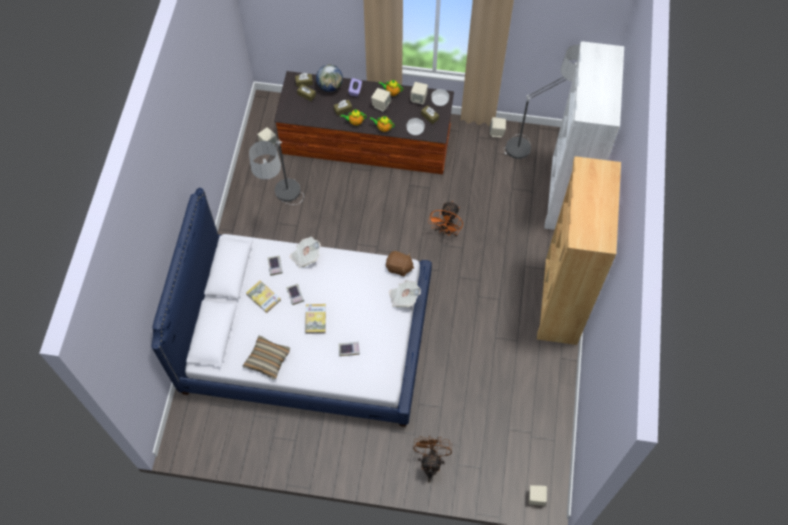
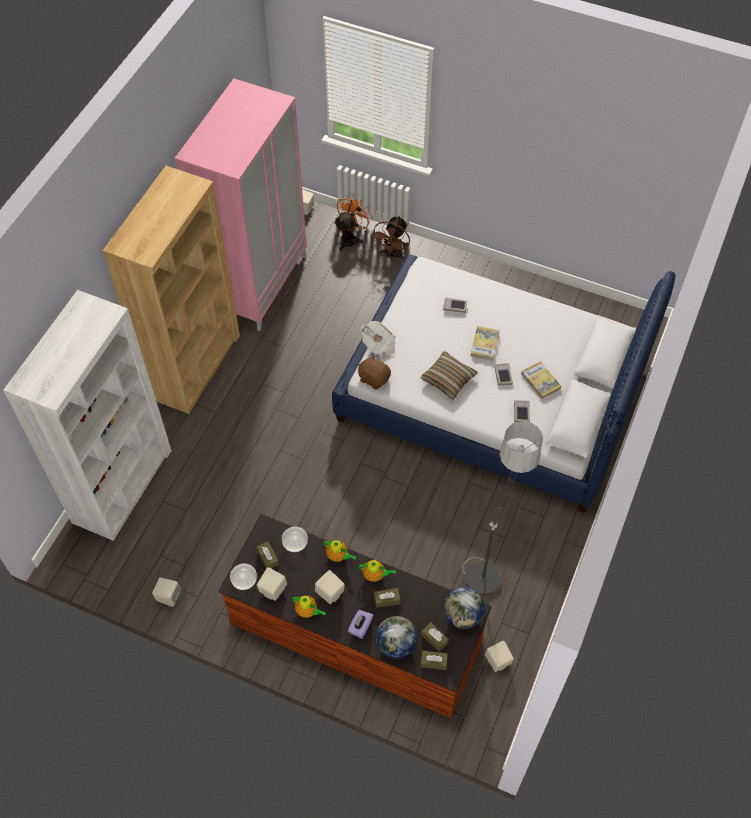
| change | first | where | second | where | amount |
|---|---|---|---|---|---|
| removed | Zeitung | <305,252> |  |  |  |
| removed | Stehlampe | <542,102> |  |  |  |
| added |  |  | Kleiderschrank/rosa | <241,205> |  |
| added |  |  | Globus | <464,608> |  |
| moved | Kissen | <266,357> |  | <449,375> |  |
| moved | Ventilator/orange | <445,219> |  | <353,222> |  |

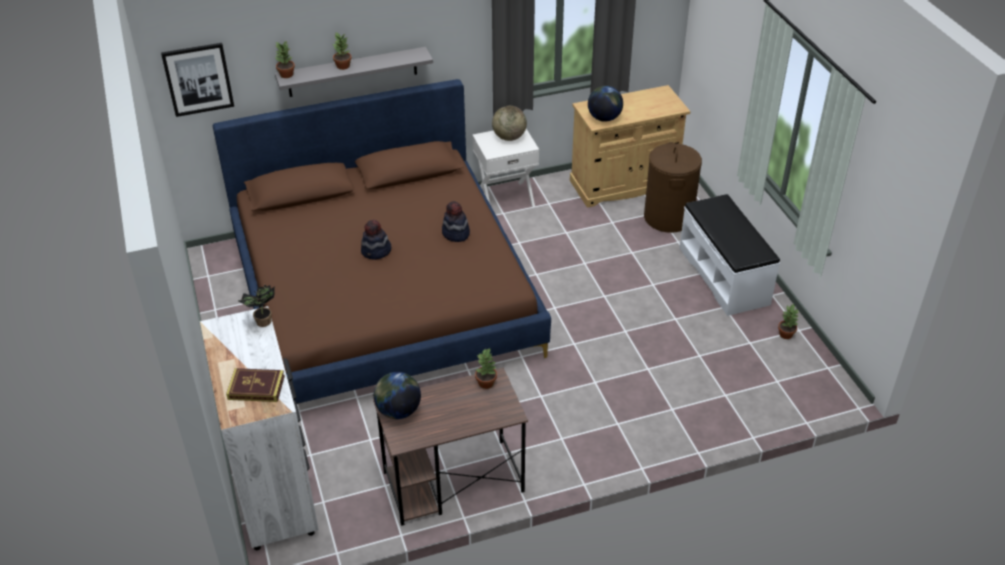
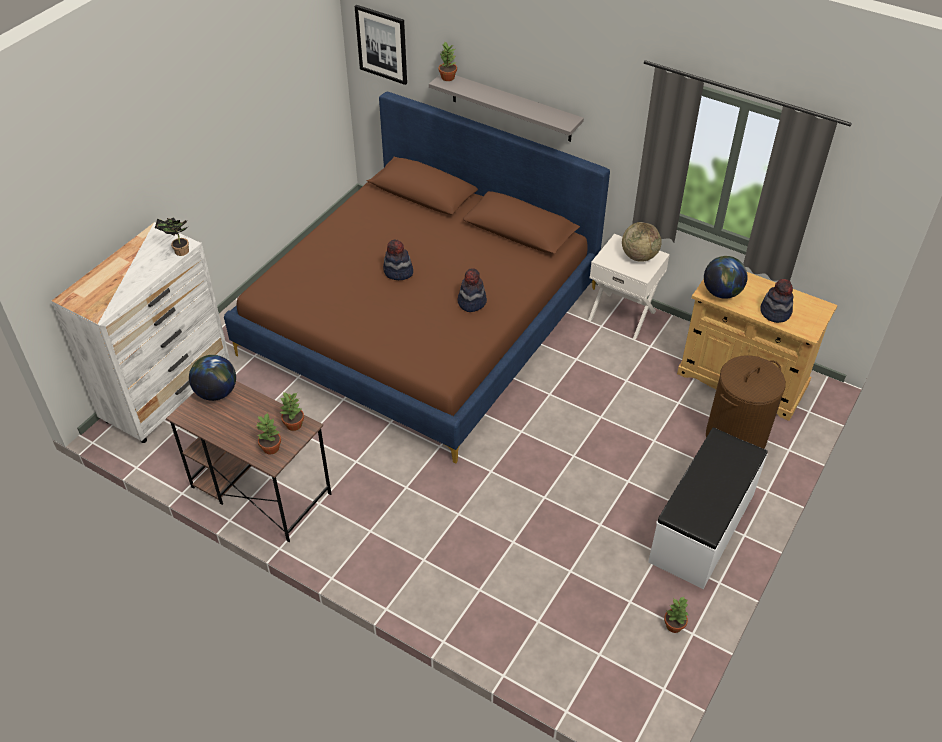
| change | first | where | second | where | amount |
|---|---|---|---|---|---|
| removed | Buch | <255,385> |  |  |  |
| added |  |  | Hut | <776,301> |  |
| moved | Topfpflanze | <342,51> |  | <268,434> |  |

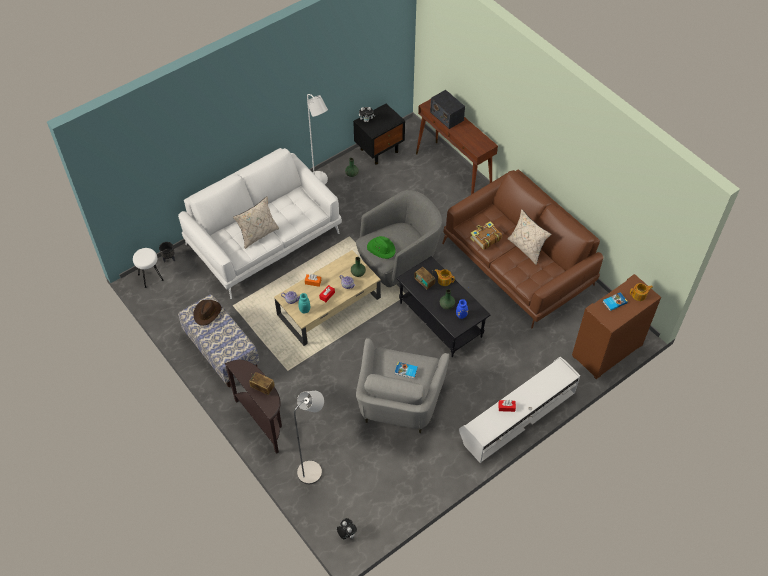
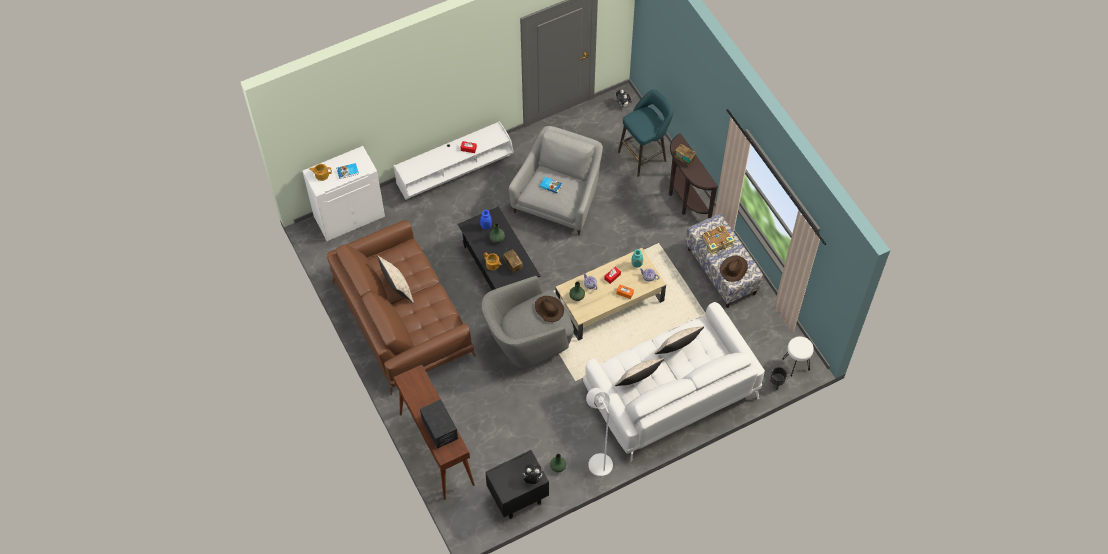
| change | first | where | second | where | amount |
|---|---|---|---|---|---|
| added |  |  | Kissen/beige | <639,372> |  |
| moved | Buch | <486,236> |  | <718,240> |  |
| replaced | Stehlampe/grau | <309,437> | Hocker/türkis | <645,133> |  |
| recoloured | Hut/grün | <381,247> | Hut/braun | <549,309> |  |
| recoloured | Schrank/braun | <616,326> | Schrank/weiß | <344,193> |  |

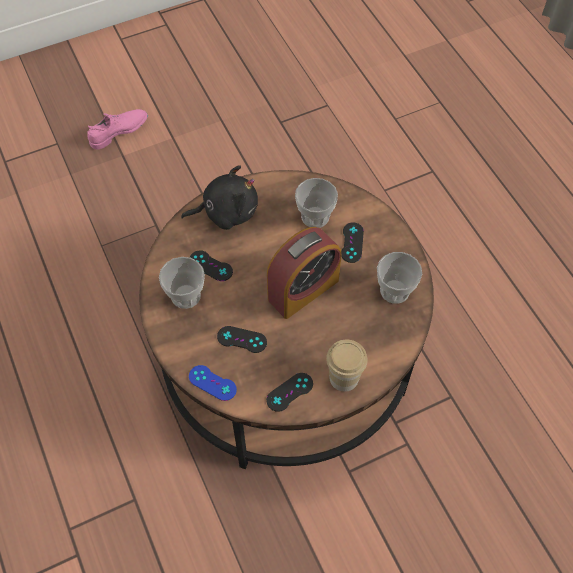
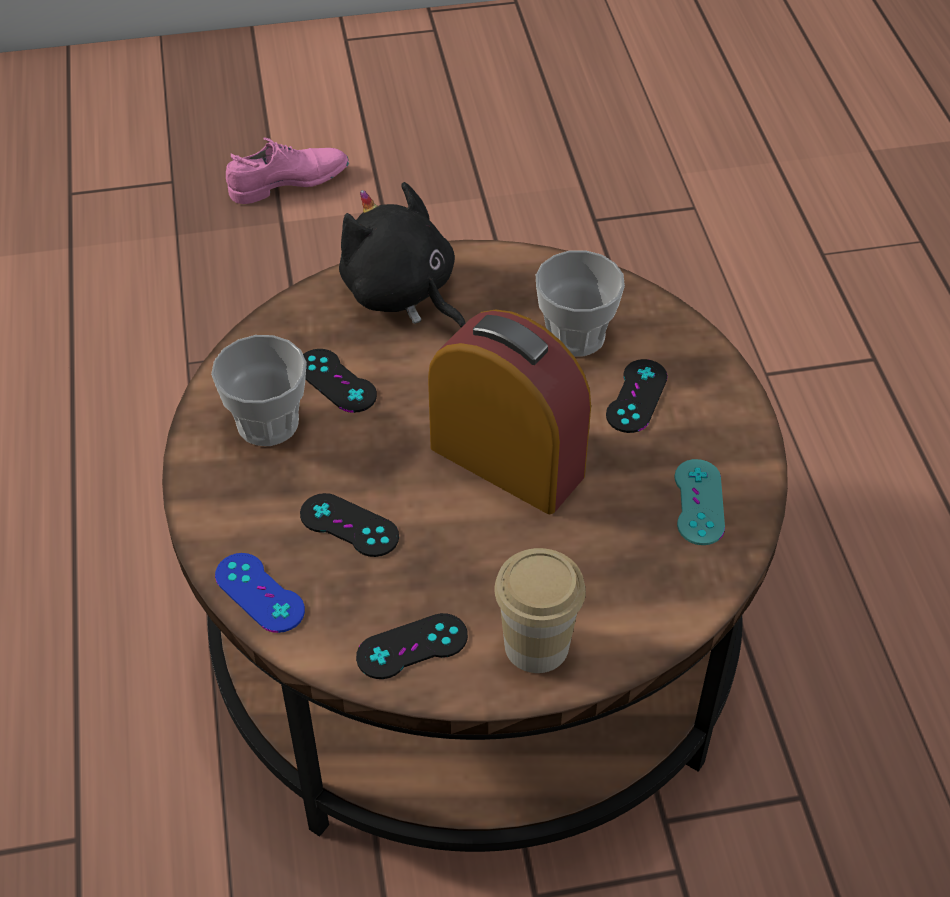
| change | first | where | second | where | amount |
|---|---|---|---|---|---|
| replaced | Tasse | <399,278> | Gamepad/türkis | <699,502> |  |
| turned | Plüschtier/schwarz | <219,197> |  | <402,254> | 135 degrees counterclockwise |
| turned | Wecker | <304,273> |  | <509,412> | 120 degrees counterclockwise |

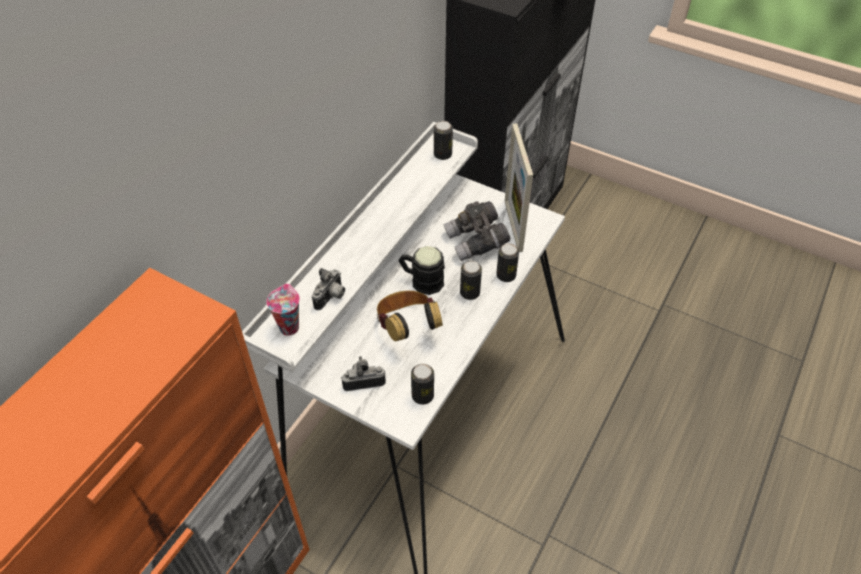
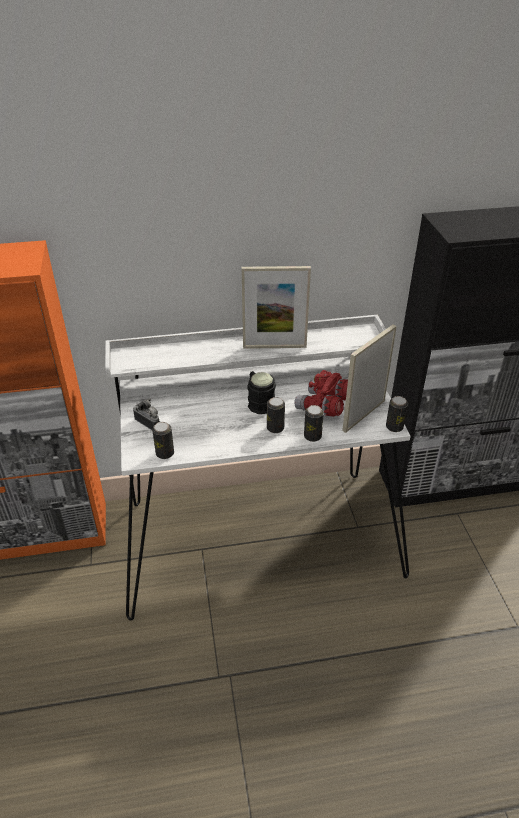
| change | first | where | second | where | amount |
|---|---|---|---|---|---|
| removed | Tasse | <283,310> |  |  |  |
| removed | Kamera | <328,289> |  |  |  |
| removed | Kopfhörer | <410,316> |  |  |  |
| added |  |  | Bilderrahmen | <276,307> |  |
| moved | Dose | <443,140> |  | <397,414> |  |
| recoloured | Fernglas/grau | <477,231> | Fernglas/rot | <321,393> |  |

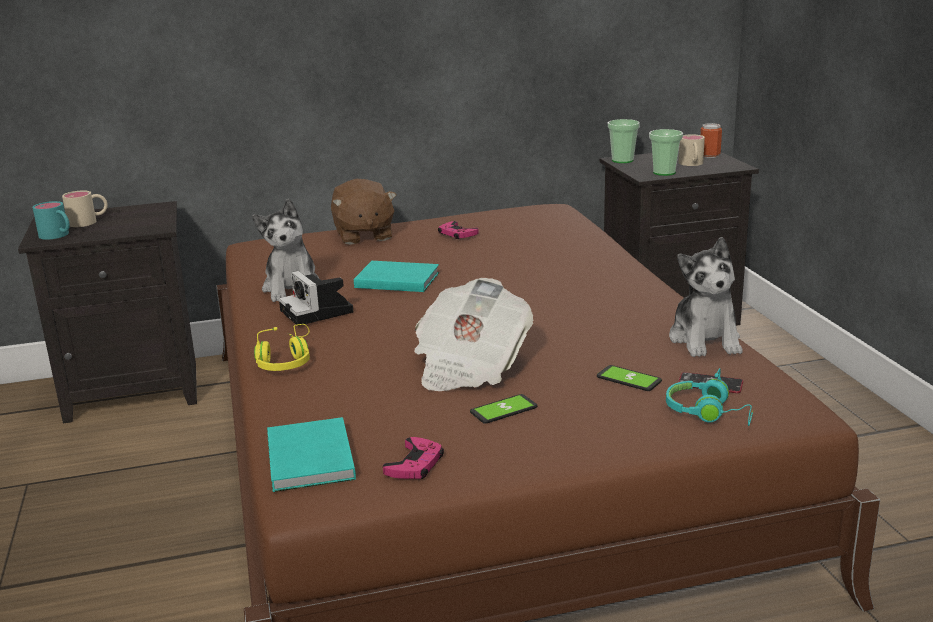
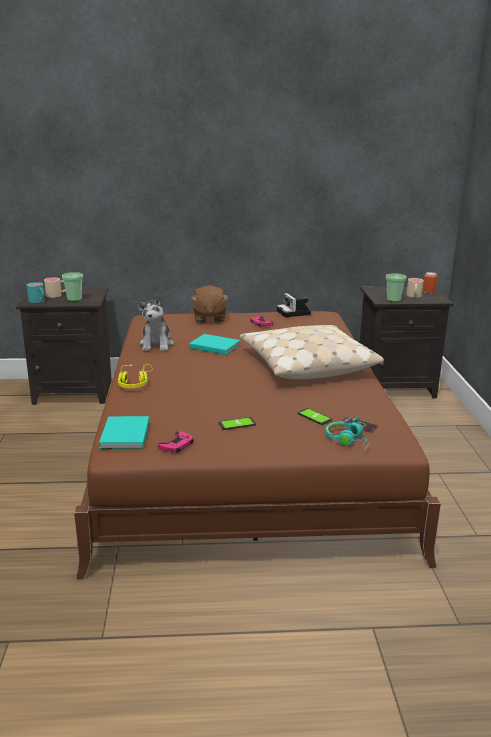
| change | first | where | second | where | amount |
|---|---|---|---|---|---|
| removed | Zeitung | <473,334> |  |  |  |
| removed | Plüschtier | <706,297> |  |  |  |
| added |  |  | Kissen/beige | <312,352> |  |
| moved | Kamera | <316,298> |  | <294,305> |  |
| moved | Tasse | <624,141> |  | <72,286> |  |

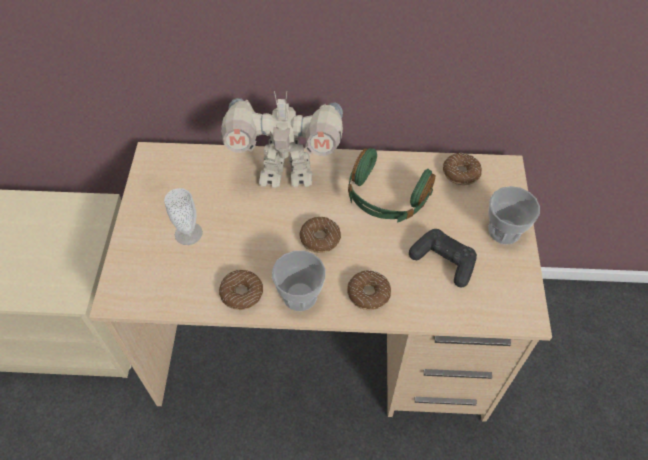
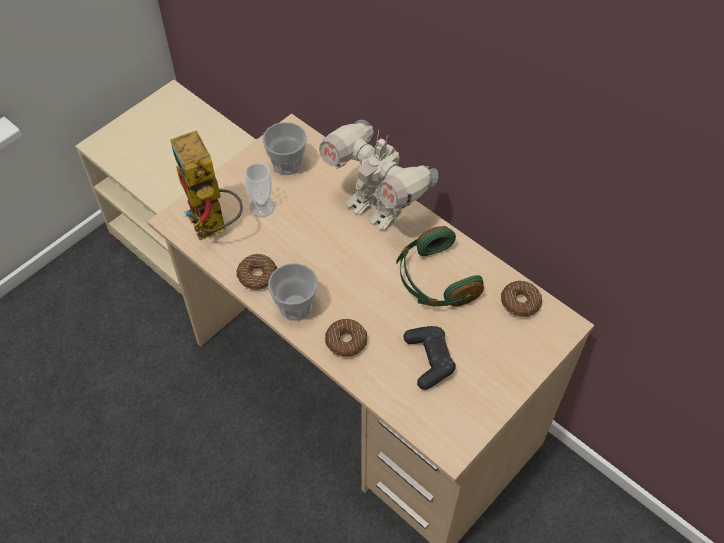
| change | first | where | second | where | amount |
|---|---|---|---|---|---|
| removed | Donut | <320,235> |  |  |  |
| added |  |  | Spielzeugroboter | <206,185> |  |
| moved | Tasse | <514,215> |  | <284,148> |  |

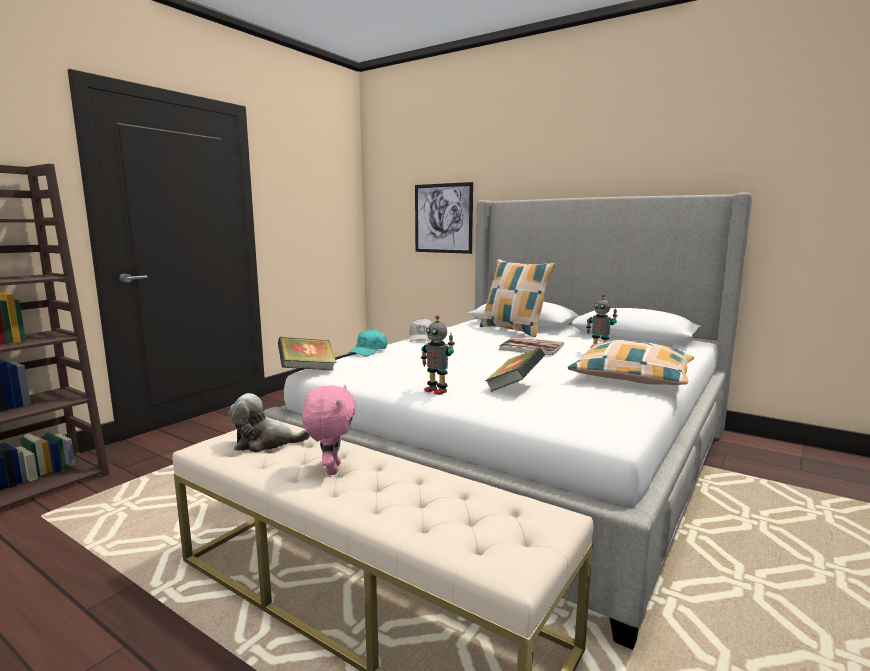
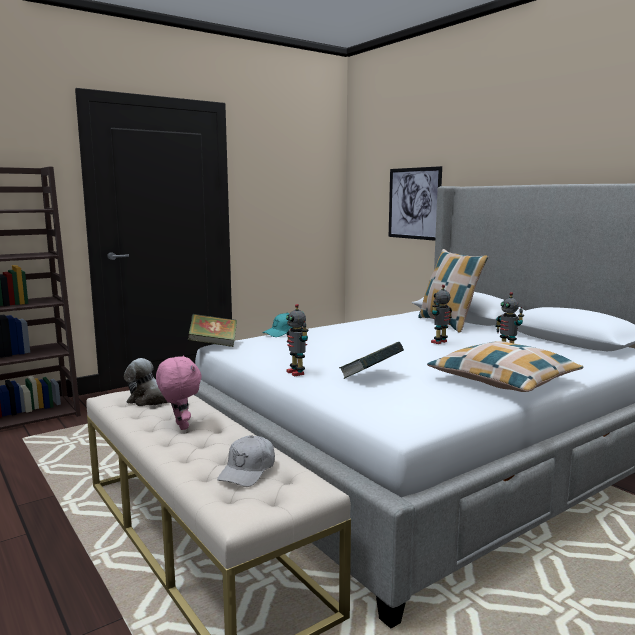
| change | first | where | second | where | amount |
|---|---|---|---|---|---|
| moved | Kappe/weiß | <420,330> |  | <246,461> |  |
| replaced | Buch | <531,346> | Spielzeugroboter | <441,314> |  |
| turned | Plüschtier/rosa | <329,430> |  | <178,392> | 45 degrees counterclockwise |

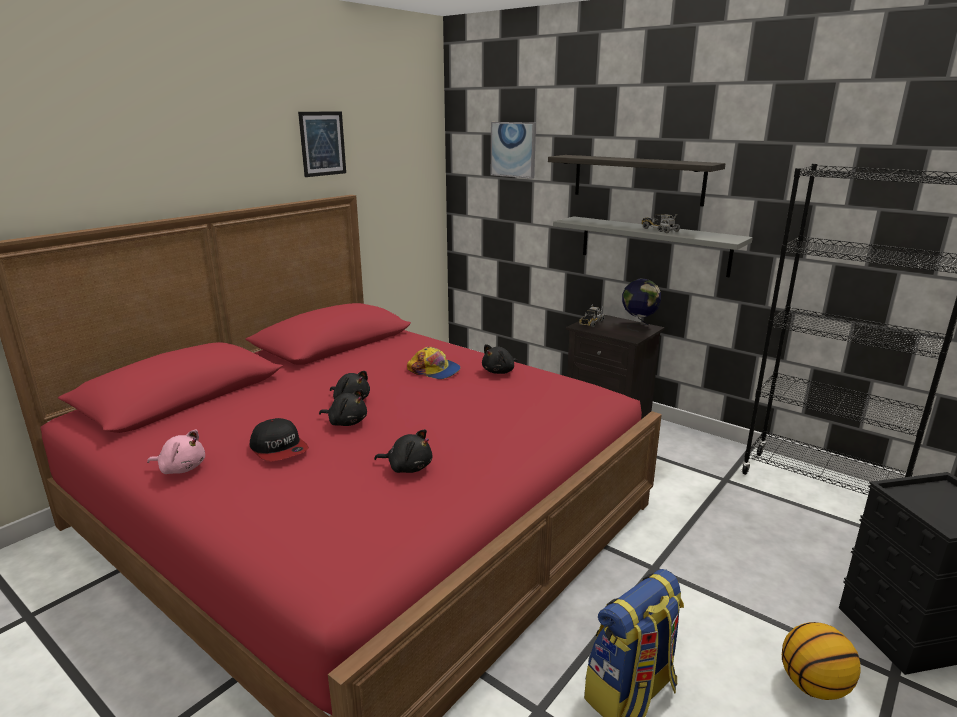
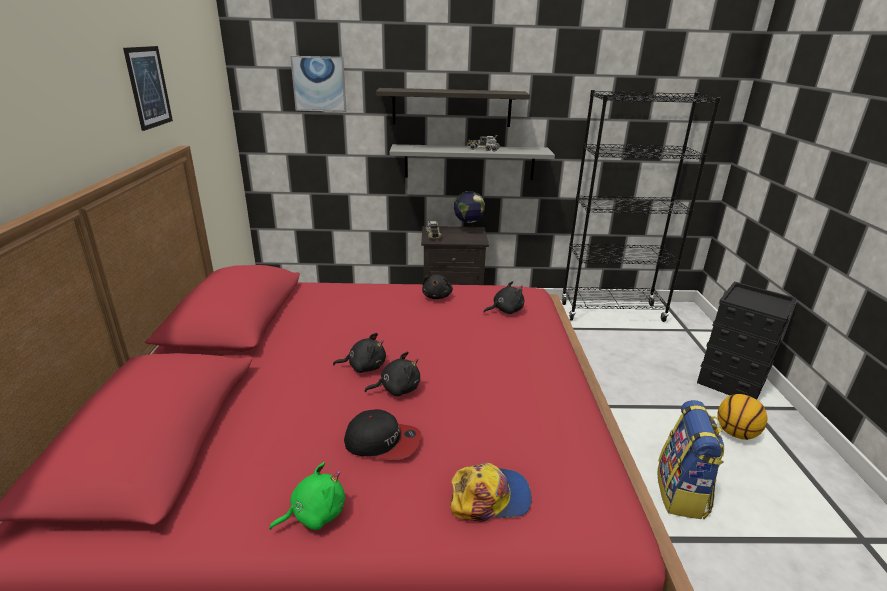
| change | first | where | second | where | amount |
|---|---|---|---|---|---|
| moved | Plüschtier/schwarz | <403,451> |  | <503,297> |  |
| moved | Kappe | <434,363> |  | <491,492> |  |
| recoloured | Plüschtier/rosa | <176,451> | Plüschtier/grün | <307,496> |  |

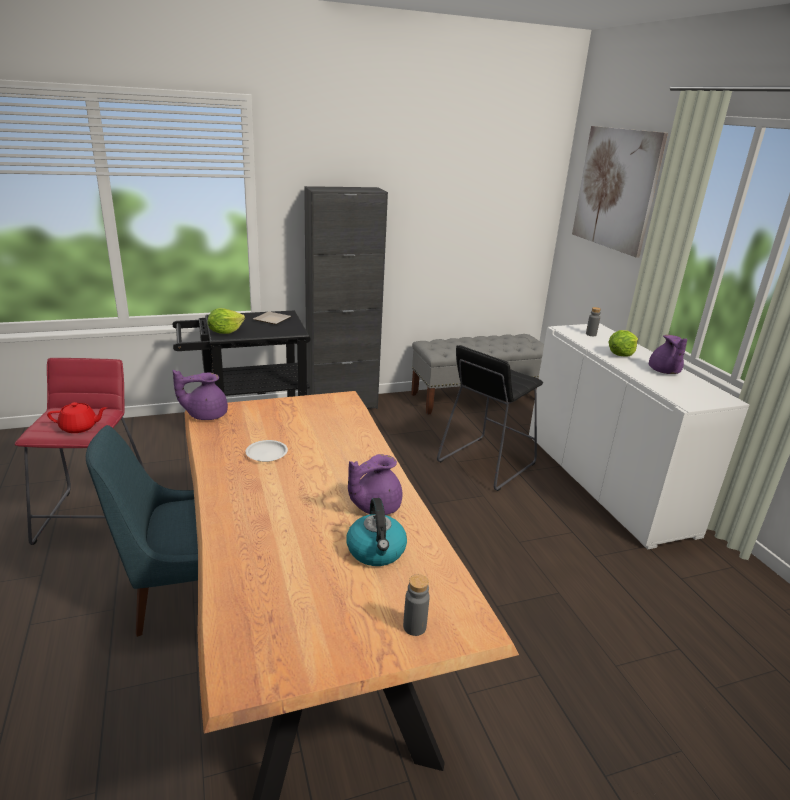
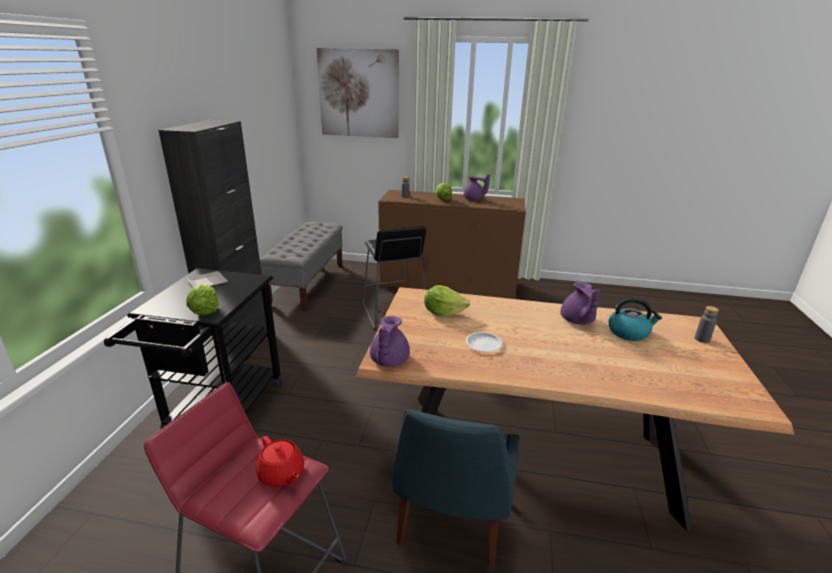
| change | first | where | second | where | amount |
|---|---|---|---|---|---|
| added |  |  | Salatkopf | <447,300> |  |
| recoloured | Schrank/weiß | <639,436> | Schrank/braun | <452,244> |  |
| turned | Teekanne/rot | <77,417> |  | <280,461> | 120 degrees clockwise |

